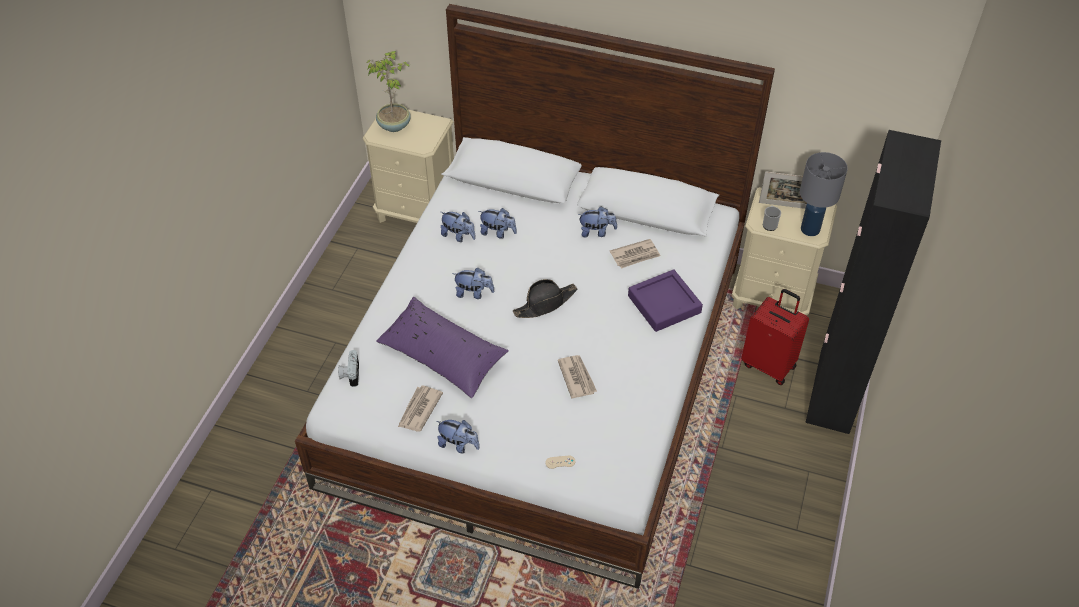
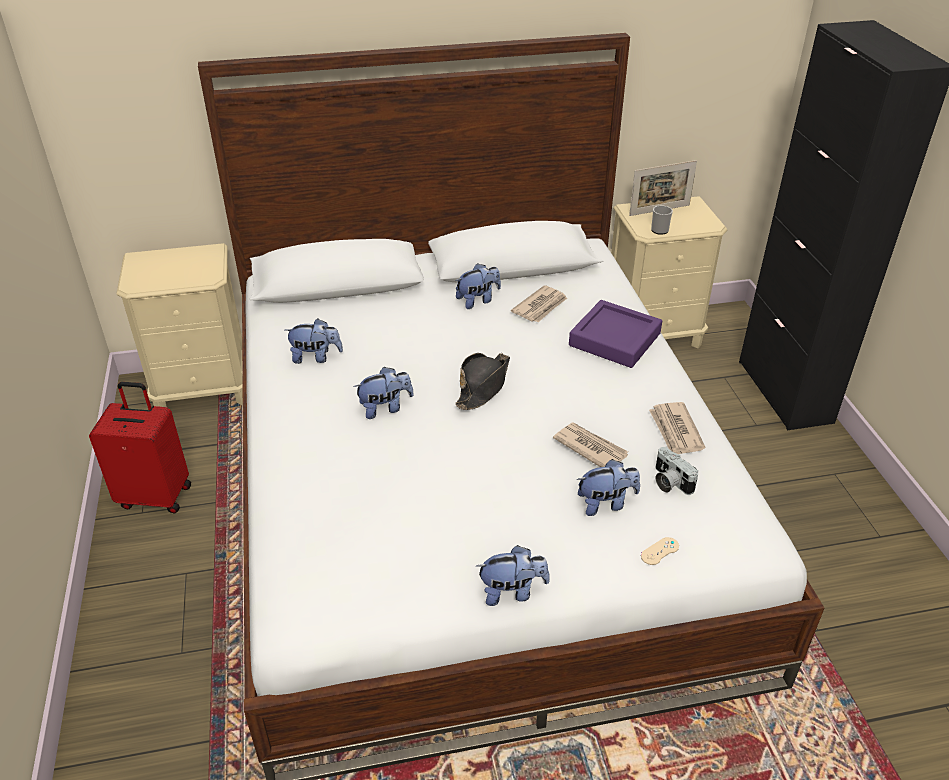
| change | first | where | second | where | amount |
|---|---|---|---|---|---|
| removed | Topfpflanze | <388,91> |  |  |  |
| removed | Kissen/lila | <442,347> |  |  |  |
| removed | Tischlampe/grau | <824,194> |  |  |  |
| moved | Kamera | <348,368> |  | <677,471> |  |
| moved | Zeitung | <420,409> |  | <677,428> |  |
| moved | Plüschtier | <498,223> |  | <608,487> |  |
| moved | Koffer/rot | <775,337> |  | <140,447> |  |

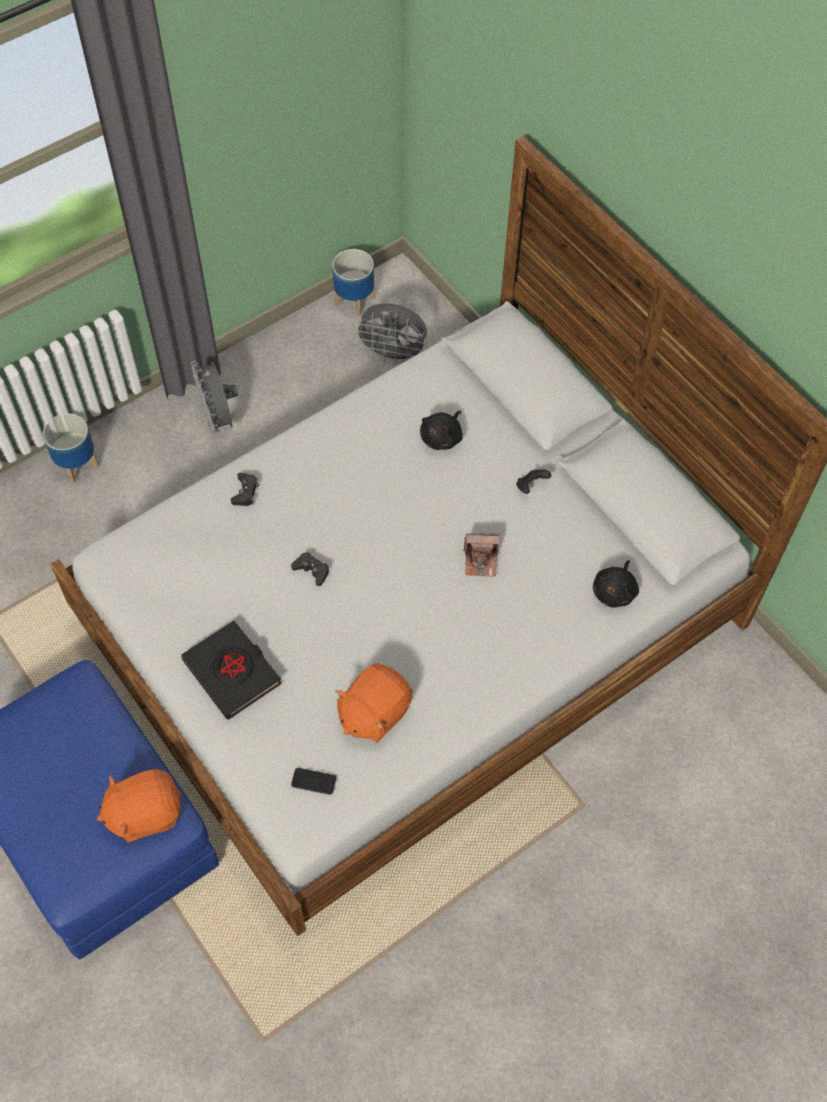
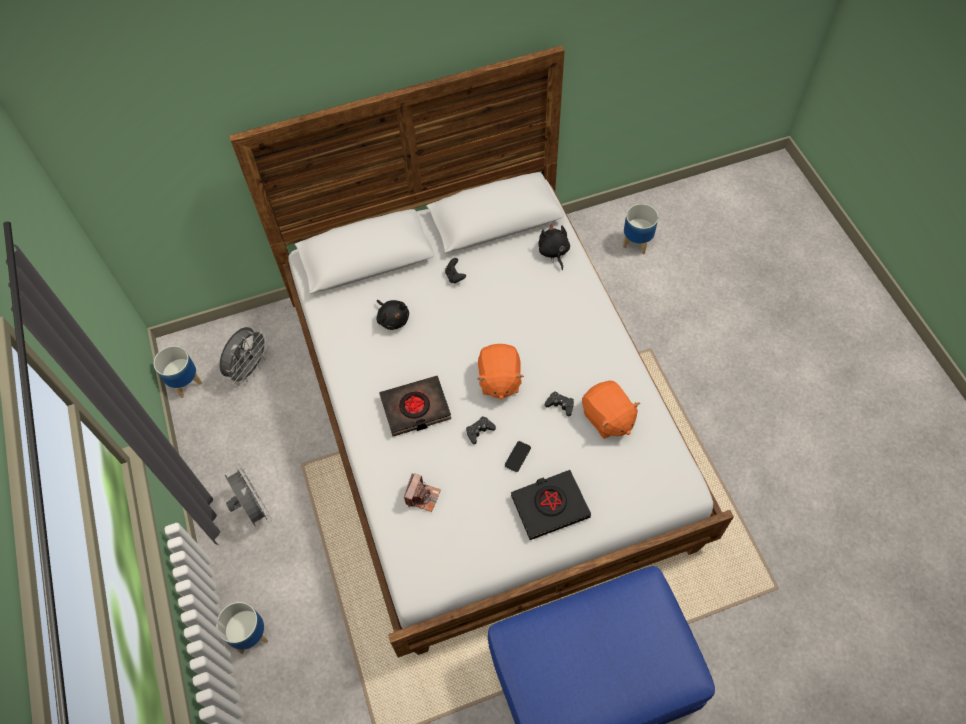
| change | first | where | second | where | amount |
|---|---|---|---|---|---|
| added |  |  | Buch/schwarz | <415,406> |  |
| added |  |  | Pflanzkübel | <640,229> |  |
| moved | Plüschtier/orange | <139,806> |  | <500,372> |  |
| moved | Gamepad/schwarz | <245,489> |  | <559,404> |  |
| moved | Handy | <313,781> |  | <518,456> |  |
| moved | Kamera | <481,555> |  | <422,492> |  |
| turned | Ventilator/grau | <214,399> |  | <248,494> | 120 degrees counterclockwise |
| turned | Plüschtier/schwarz | <616,584> |  | <554,247> | 150 degrees counterclockwise |

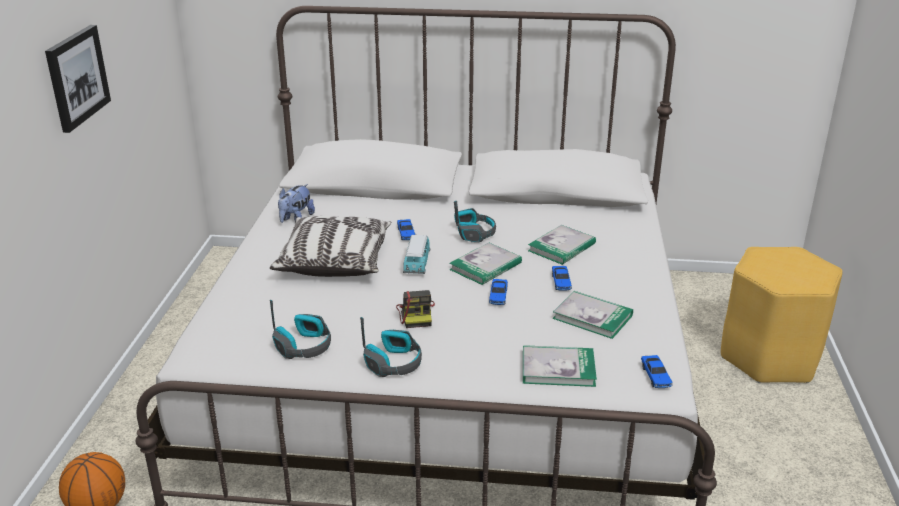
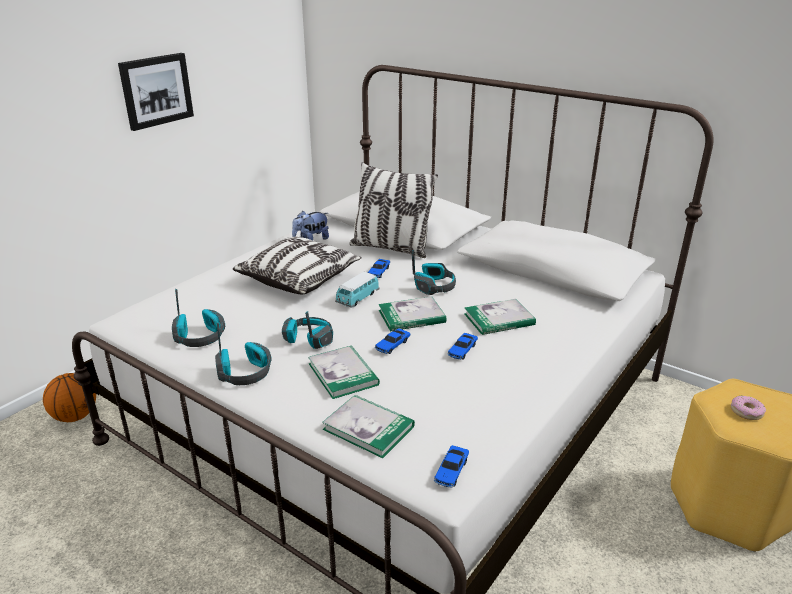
| change | first | where | second | where | amount |
|---|---|---|---|---|---|
| added |  |  | Kissen | <394,210> |  |
| added |  |  | Donut | <748,408> |  |
| moved | Buch | <592,315> |  | <344,372> |  |
| replaced | Kamera | <415,309> | Kopfhörer | <307,330> |  |

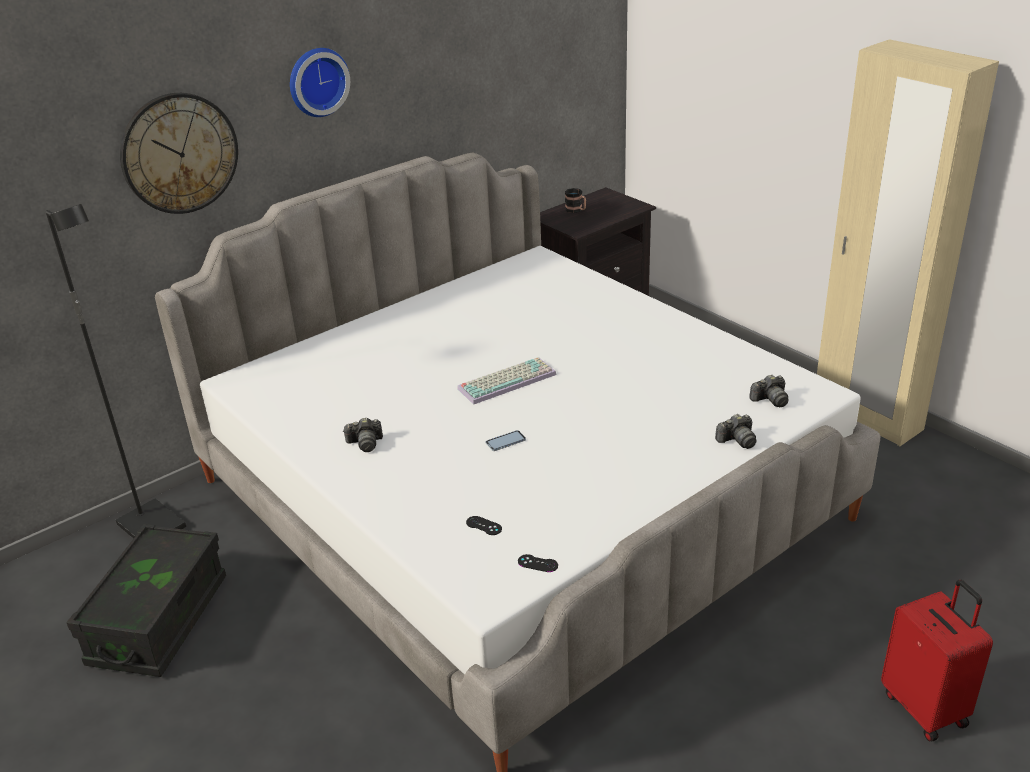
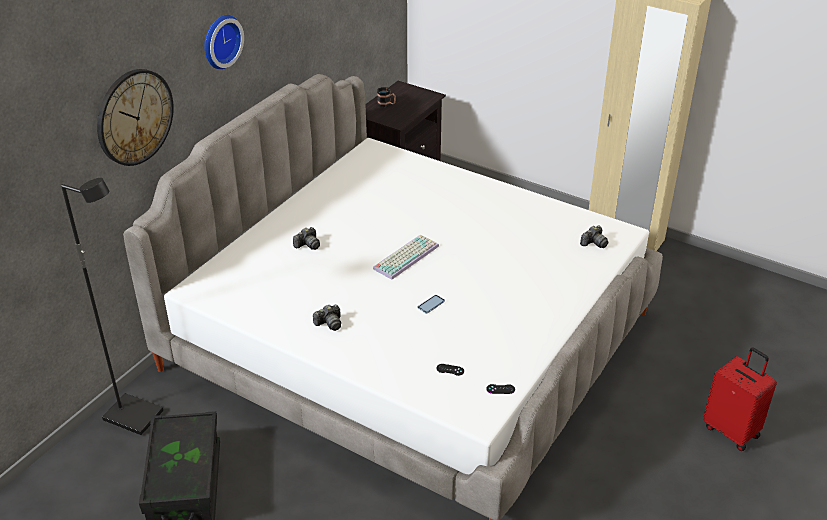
| change | first | where | second | where | amount |
|---|---|---|---|---|---|
| moved | Kamera | <735,431> |  | <306,238> |  |

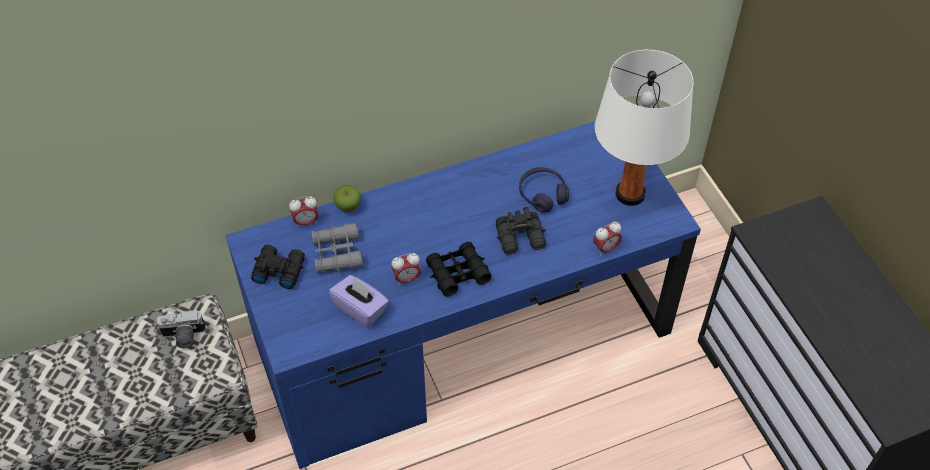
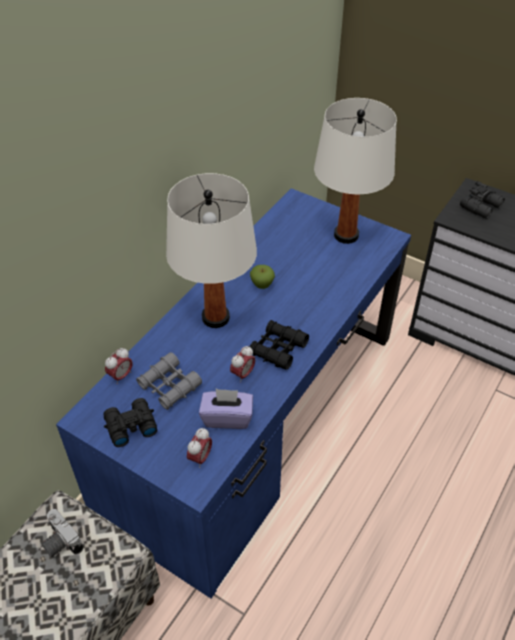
| change | first | where | second | where | amount |
|---|---|---|---|---|---|
| removed | Kopfhörer/lila | <544,190> |  |  |  |
| added |  |  | Tischlampe/weiß | <211,250> |  |
| moved | Apfel | <347,199> |  | <262,277> |  |
| moved | Fernglas/schwarz | <521,230> |  | <482,200> |  |
| moved | Wecker | <607,239> |  | <199,448> |  |
| turned | Kamera | <181,329> |  | <62,533> | 90 degrees clockwise |

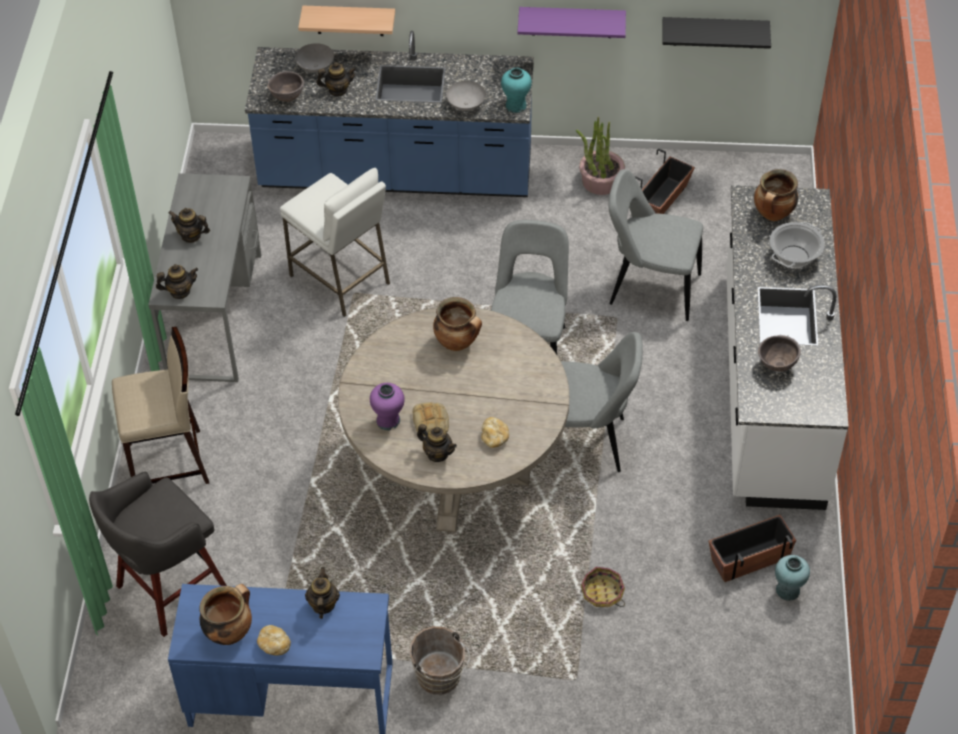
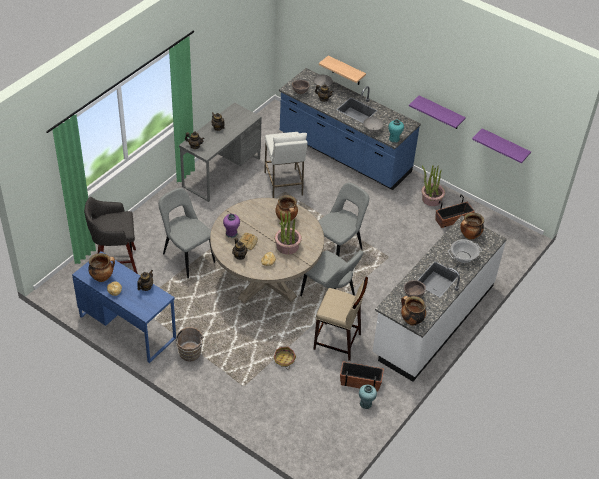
| change | first | where | second | where | amount |
|---|---|---|---|---|---|
| added |  |  | Topfpflanze | <288,233> |  |
| added |  |  | Kochtopf | <413,311> |  |
| moved | Hocker/beige | <160,405> |  | <340,319> |  |
| moved | Stuhl/grau | <656,245> |  | <186,233> |  |
| recoloured | Wandregal/schwarz | <717,33> | Wandregal/lila | <501,145> |  |

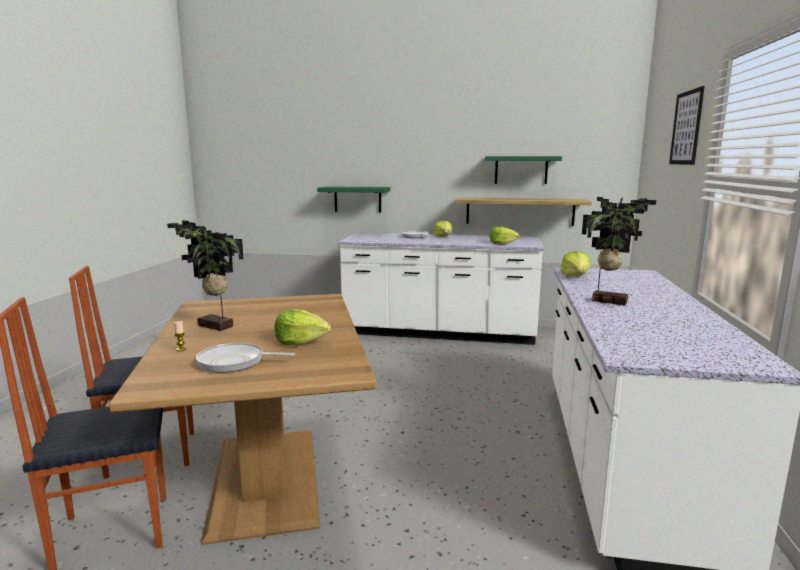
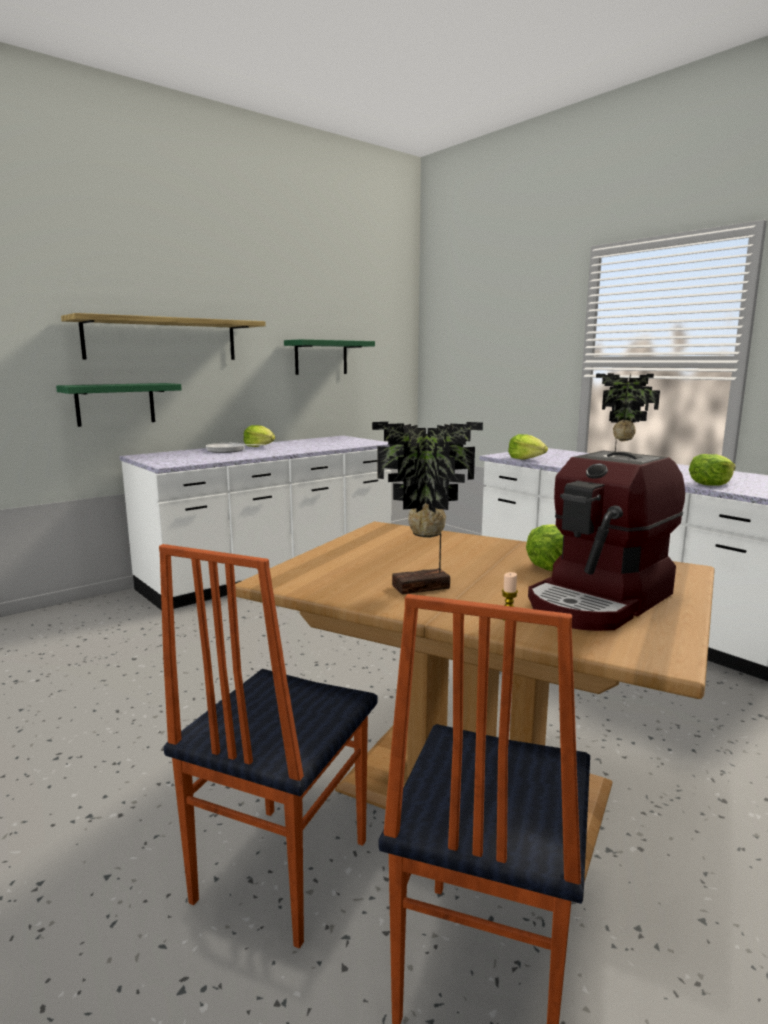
| change | first | where | second | where | amount |
|---|---|---|---|---|---|
| removed | Bild | <687,125> |  |  |  |
| moved | Wandregal | <523,212> |  | <163,336> |  |
| moved | Salatkopf | <504,235> |  | <712,470> |  |
| replaced | Pfanne | <245,358> | Kaffeemaschine | <606,541> |  |

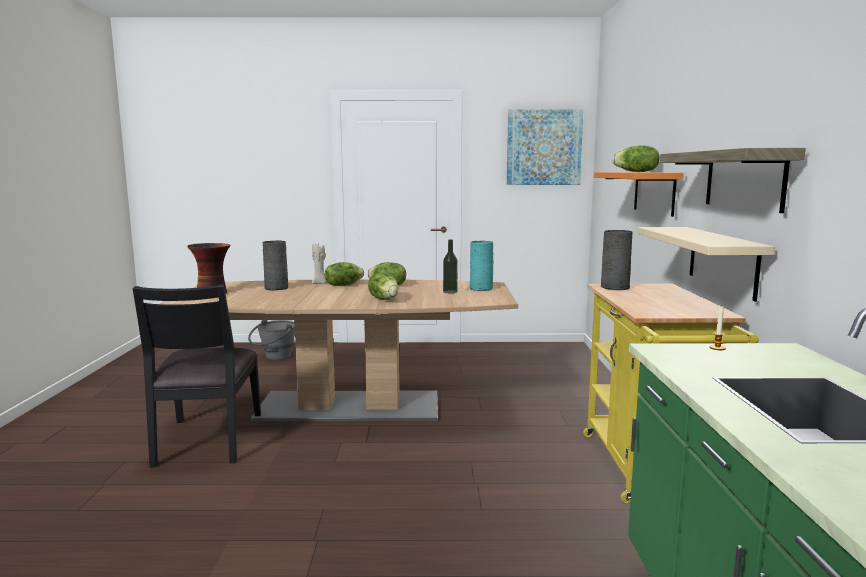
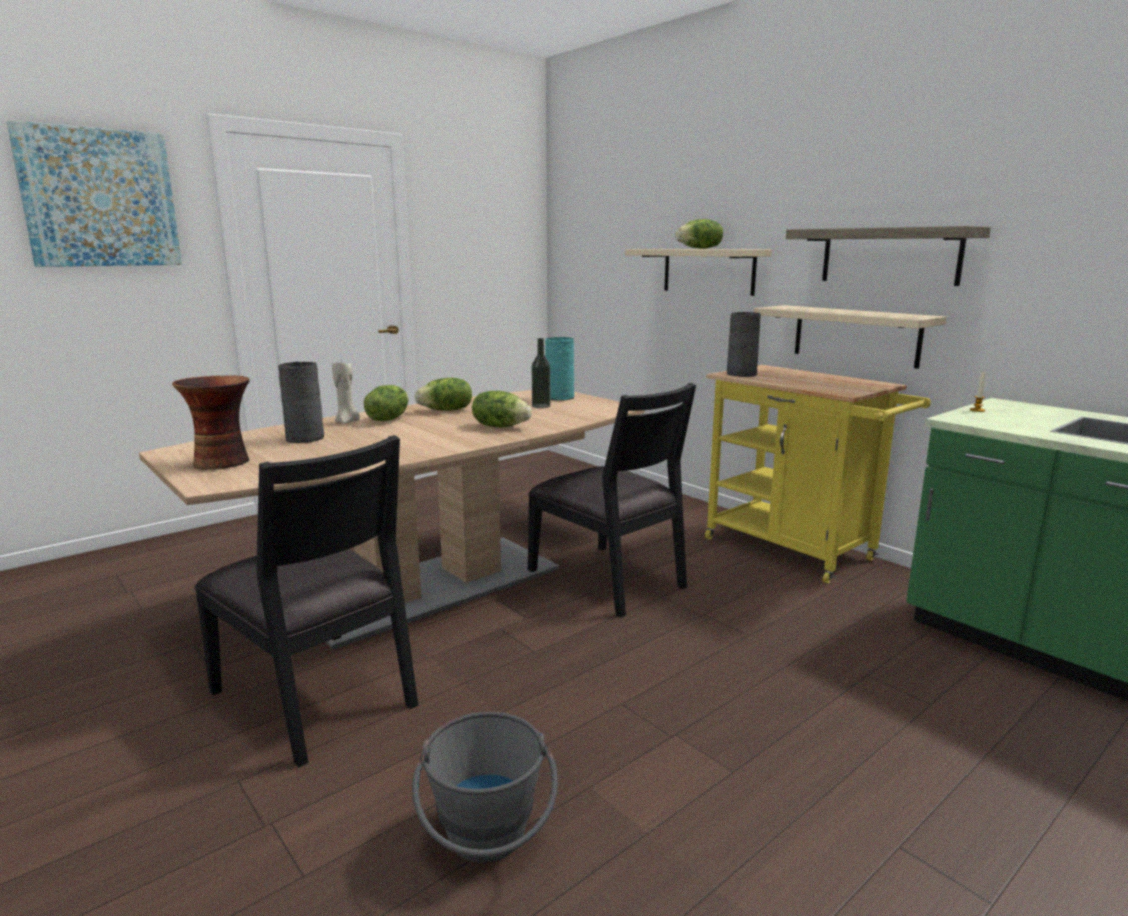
| change | first | where | second | where | amount |
|---|---|---|---|---|---|
| added |  |  | Stuhl/schwarz | <612,500> |  |
| moved | Eimer/grau | <271,340> |  | <485,787> |  |
| moved | Bild | <545,147> |  | <94,193> |  |
| recoloured | Wandregal/orange | <639,194> | Wandregal/beige | <698,272> |  |

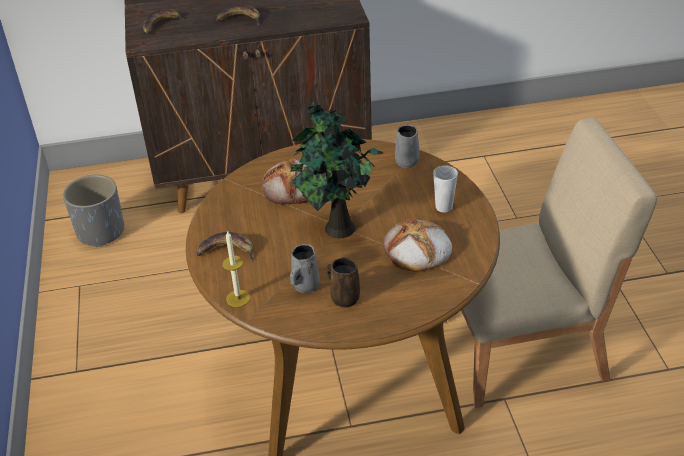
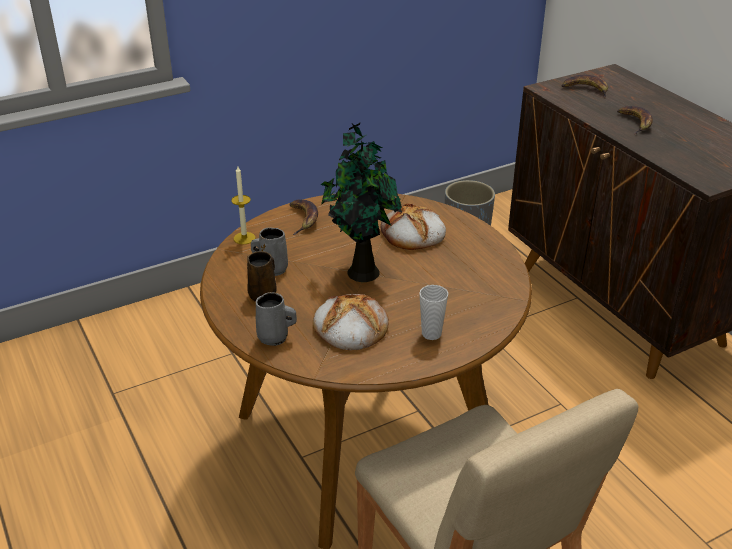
| change | first | where | second | where | amount |
|---|---|---|---|---|---|
| moved | Henkelbecher/grau | <407,146> |  | <276,319> |  |

